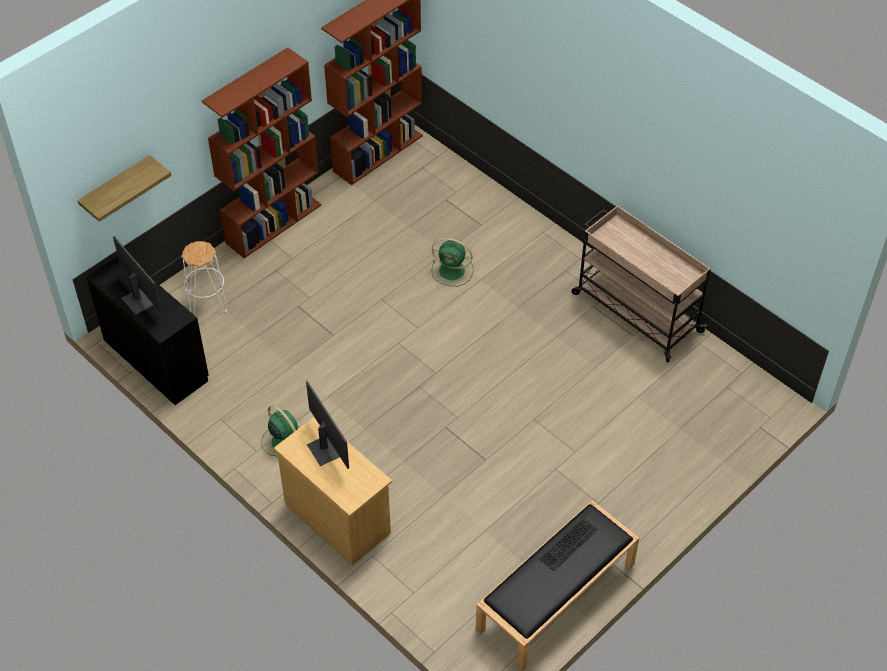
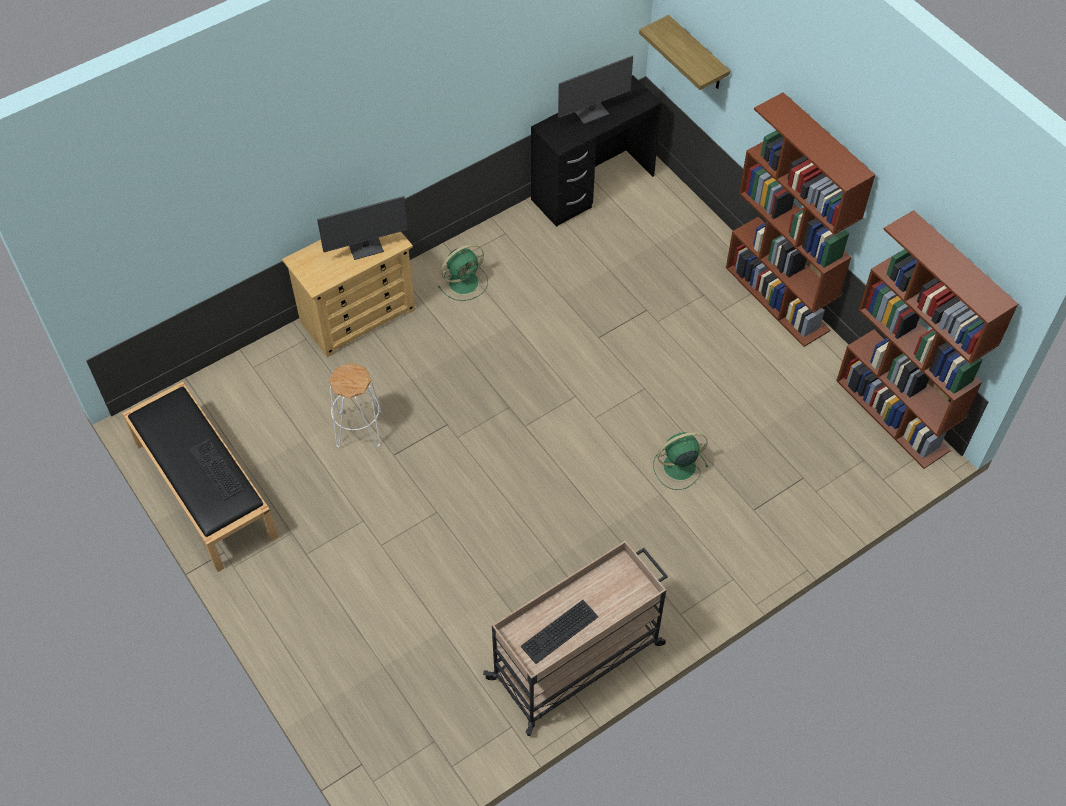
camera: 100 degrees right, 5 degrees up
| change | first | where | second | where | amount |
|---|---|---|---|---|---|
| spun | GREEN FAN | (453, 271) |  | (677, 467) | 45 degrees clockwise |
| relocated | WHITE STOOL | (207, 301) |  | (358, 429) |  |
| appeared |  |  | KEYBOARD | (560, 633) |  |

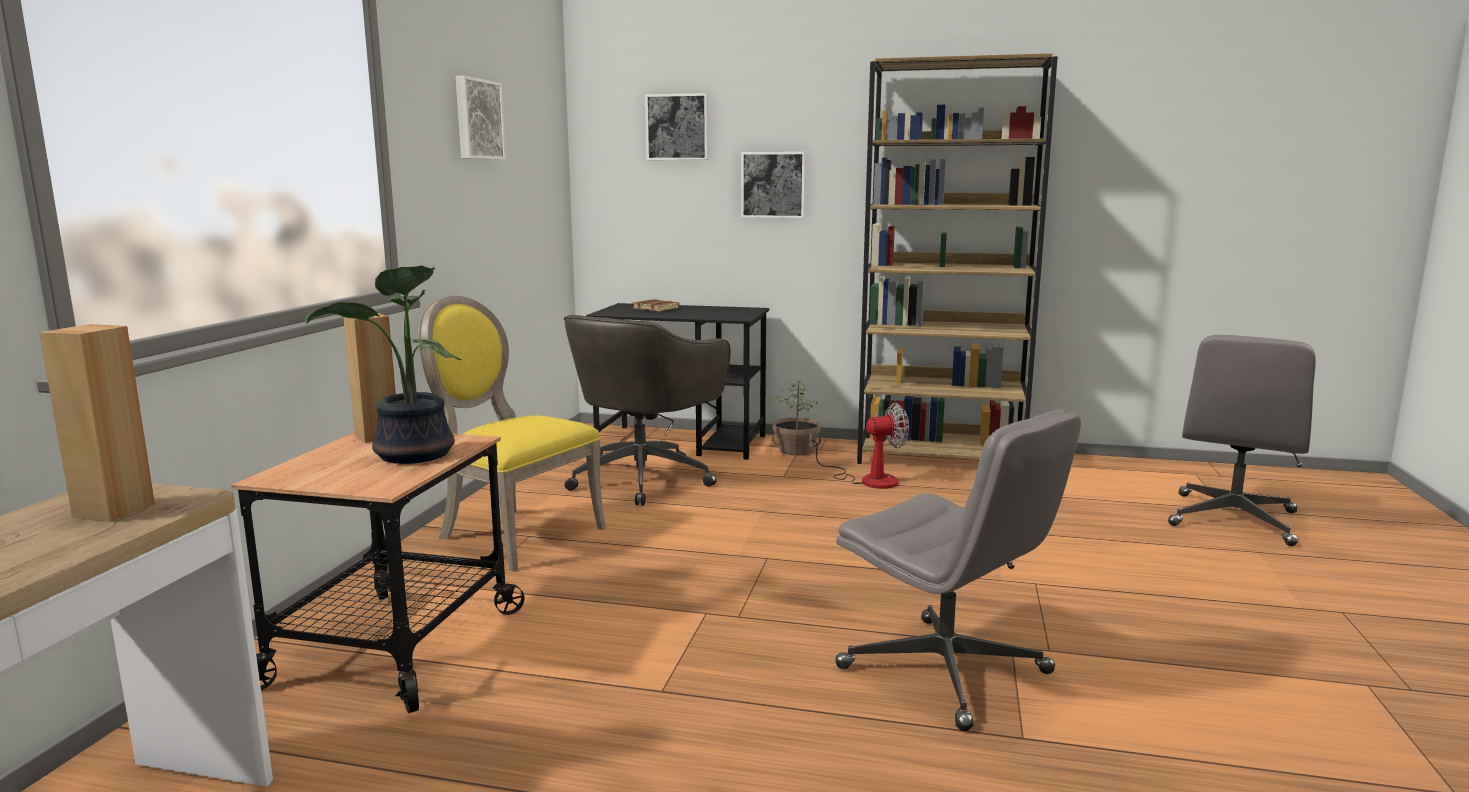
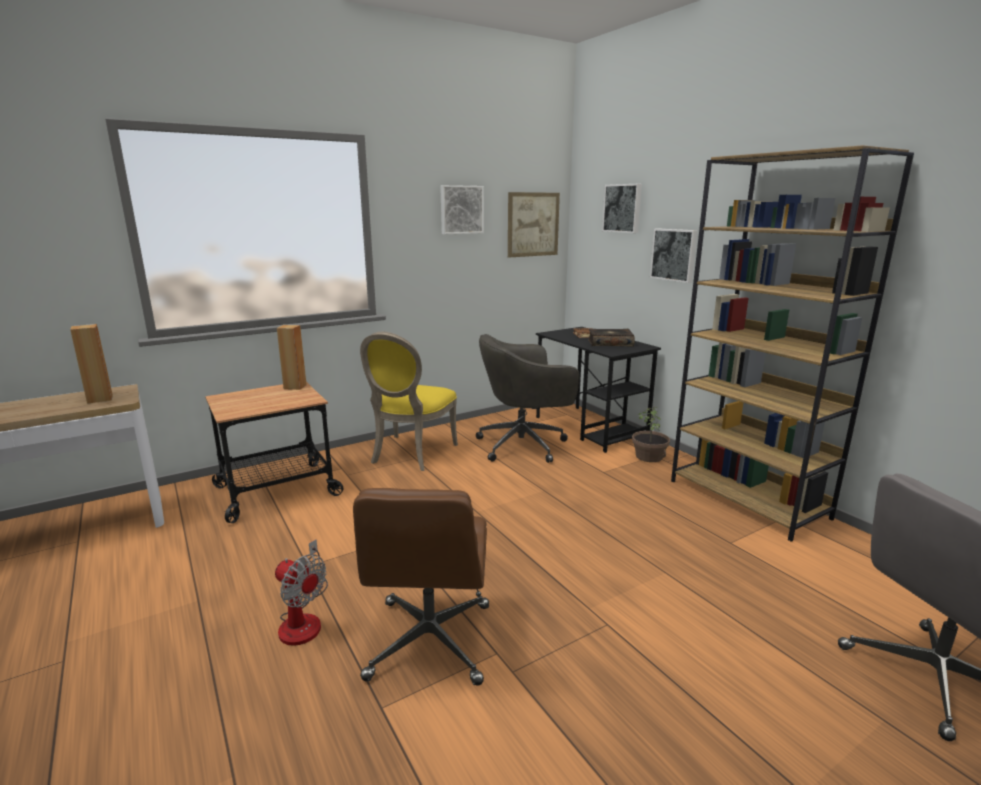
camera: 45 degrees right, 5 degrees up
| change | first | where | second | where | amount |
|---|---|---|---|---|---|
| missing | POTTED PLANT | (412, 456) |  |  |  |
| spun | YELLOW CHAIR | (513, 534) |  | (410, 454) | 150 degrees counterclockwise |
| relocated | FAN | (867, 479) |  | (303, 619) |  |
| colour | GREY OFFICE CHAIR | (947, 671) | BROWN OFFICE CHAIR | (430, 642) |  |
| appeared |  |  | PICTURE | (533, 224) |  |
| appeared |  |  | BOOK | (610, 343) |  |

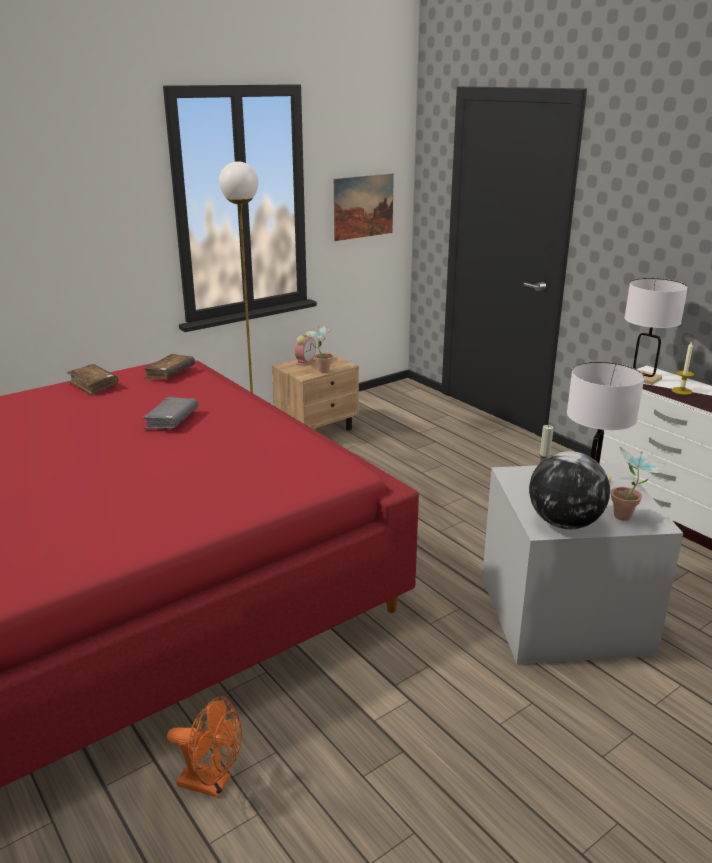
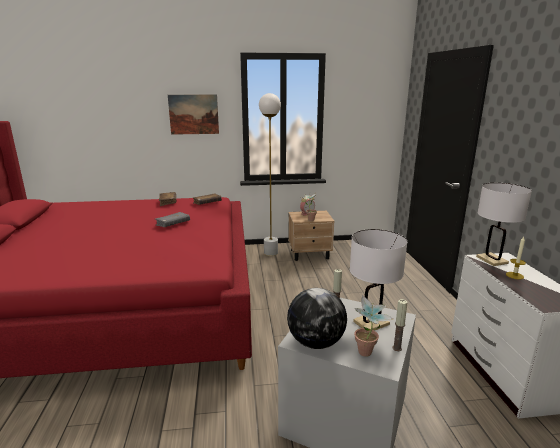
camera: 30 degrees right, 5 degrees down
| change | first | where | second | where | amount |
|---|---|---|---|---|---|
| relocated | PICTURE | (363, 206) |  | (193, 114) |  |
| missing | ORANGE FAN | (212, 783) |  |  |  |
| appeared |  |  | CANDLE | (397, 348) |  |

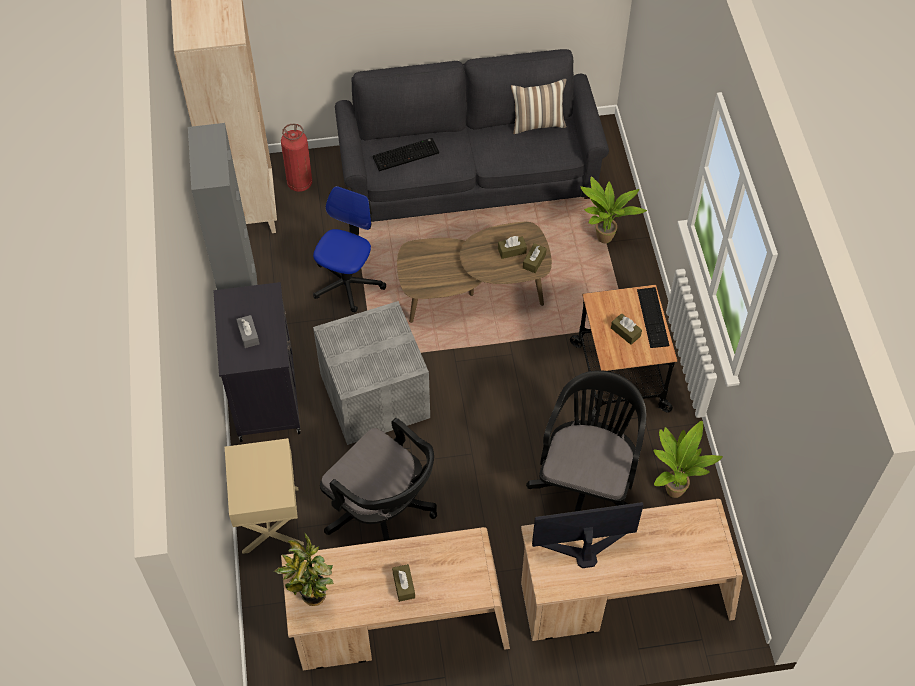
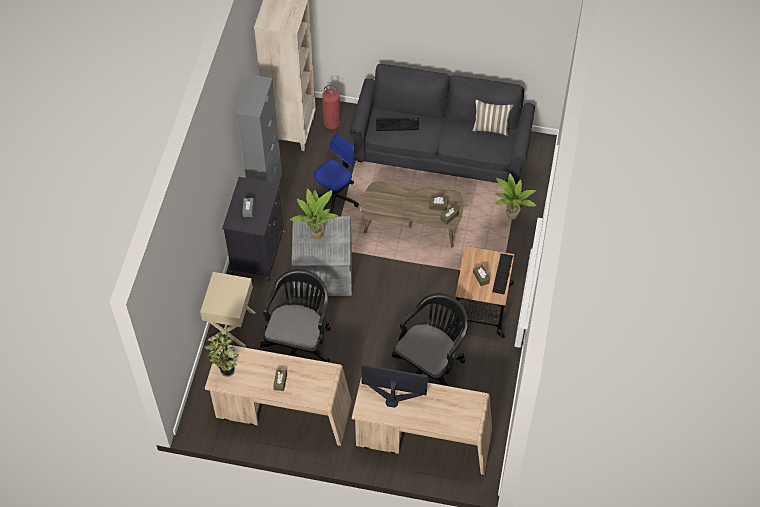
camera: 20 degrees right, 0 degrees up
| change | first | where | second | where | amount |
|---|---|---|---|---|---|
| spun | BLACK OFFICE CHAIR | (383, 513) |  | (299, 343) | 135 degrees counterclockwise |
| relocated | POTTED PLANT | (672, 489) |  | (316, 234) |  |

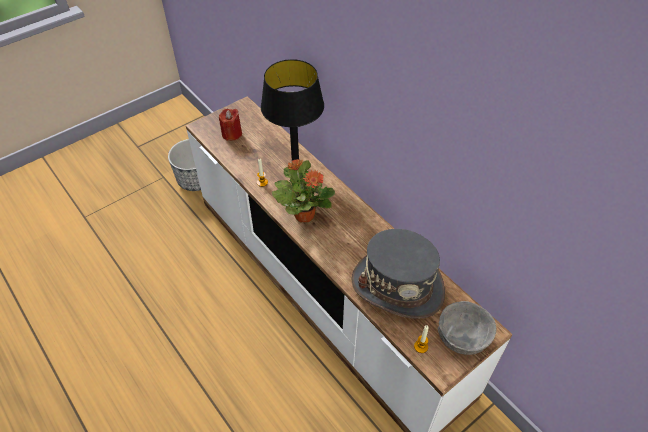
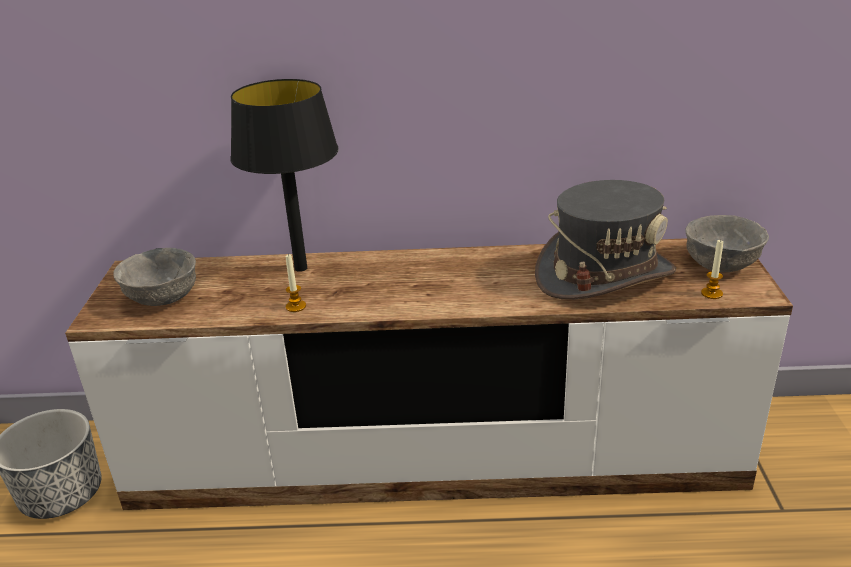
camera: 50 degrees left, 20 degrees down
| change | first | where | second | where | amount |
|---|---|---|---|---|---|
| exchanged | RED CANDLE | (232, 134) | GREY BOWL | (162, 298) |  |
| missing | POTTED PLANT | (304, 214) |  |  |  |

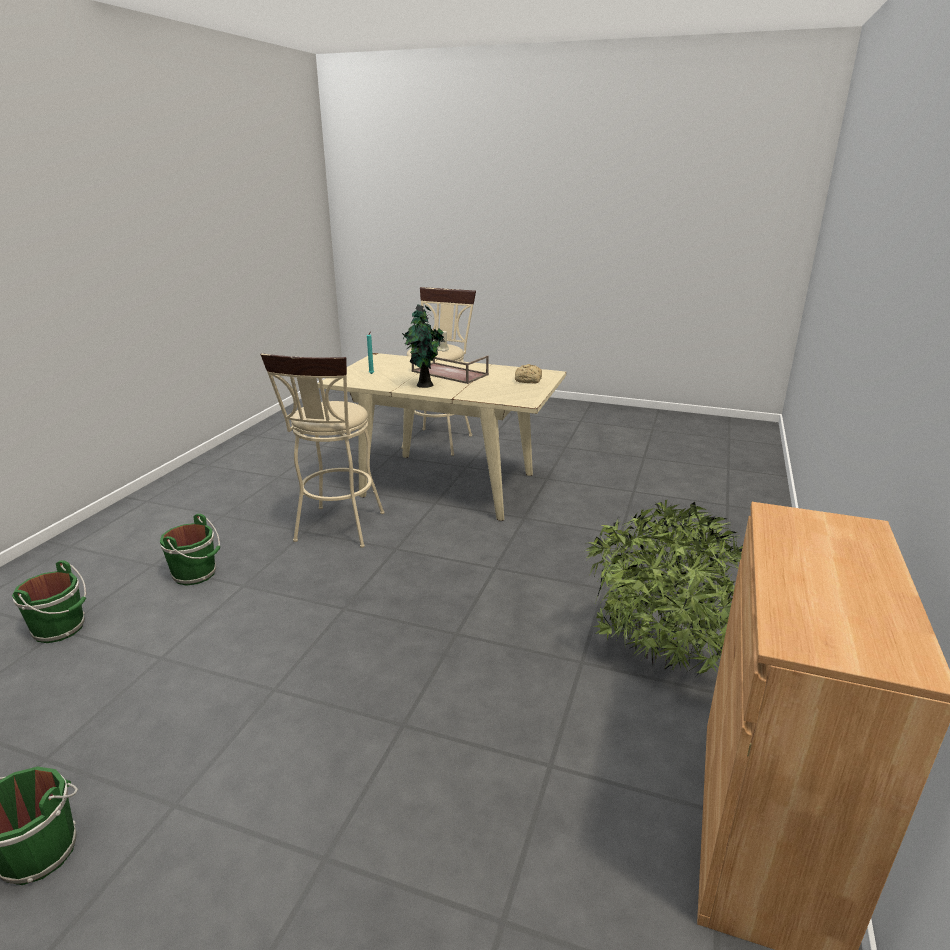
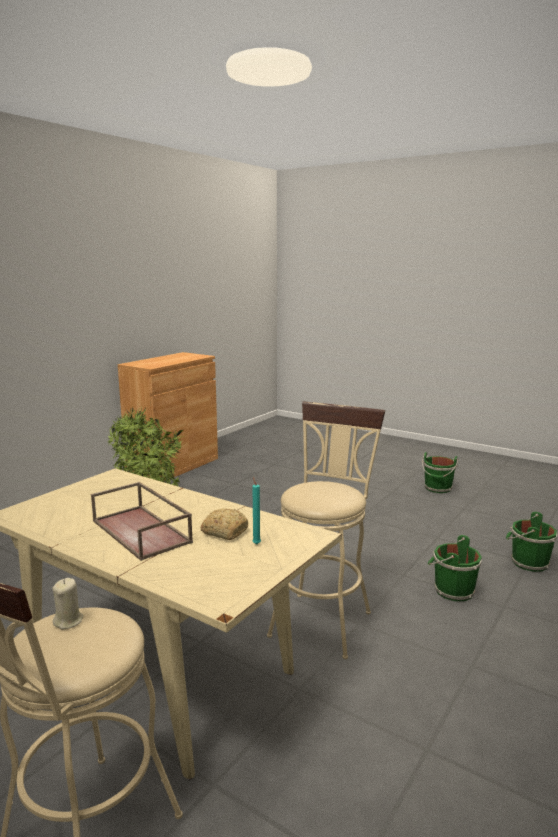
camera: 165 degrees left, 10 degrees down
| change | first | where | second | where | amount |
|---|---|---|---|---|---|
| missing | POTTED PLANT | (425, 385) |  |  |  |
| relocated | BREAD | (529, 380) |  | (224, 532) |  |

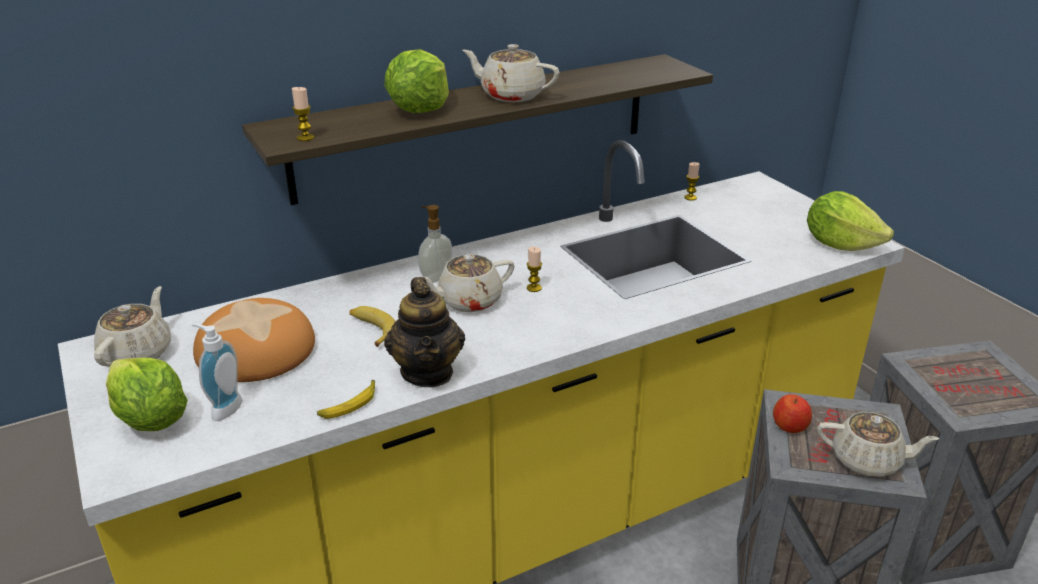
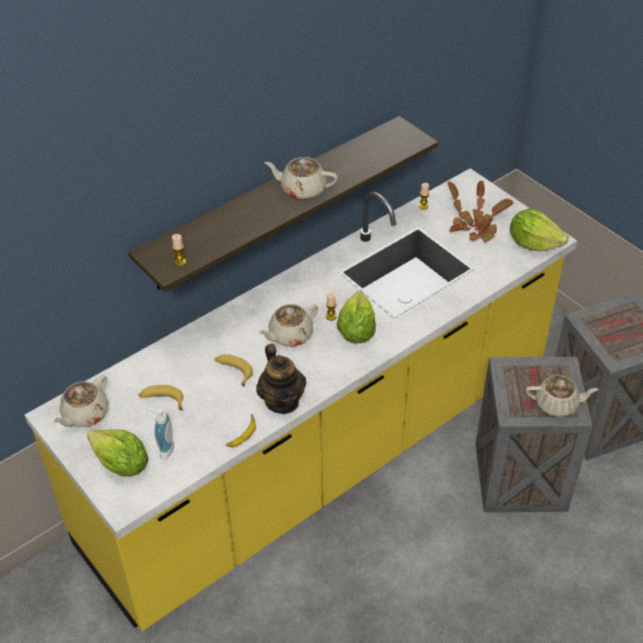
camera: 10 degrees left, 15 degrees up
| change | first | where | second | where | amount |
|---|---|---|---|---|---|
| relocated | LETTUCE | (420, 109) |  | (356, 331) |  |
| missing | SOAP DISPENSER | (435, 277) |  |  |  |
| spun | BEIGE TEAPOT | (138, 353) |  | (85, 414) | 150 degrees counterclockwise |
| exchanged | BREAD | (254, 350) | BANANA | (162, 400) |  |
| missing | APPLE | (790, 426) |  |  |  |
| appeared |  |  | POTTED PLANT | (475, 225) |  |

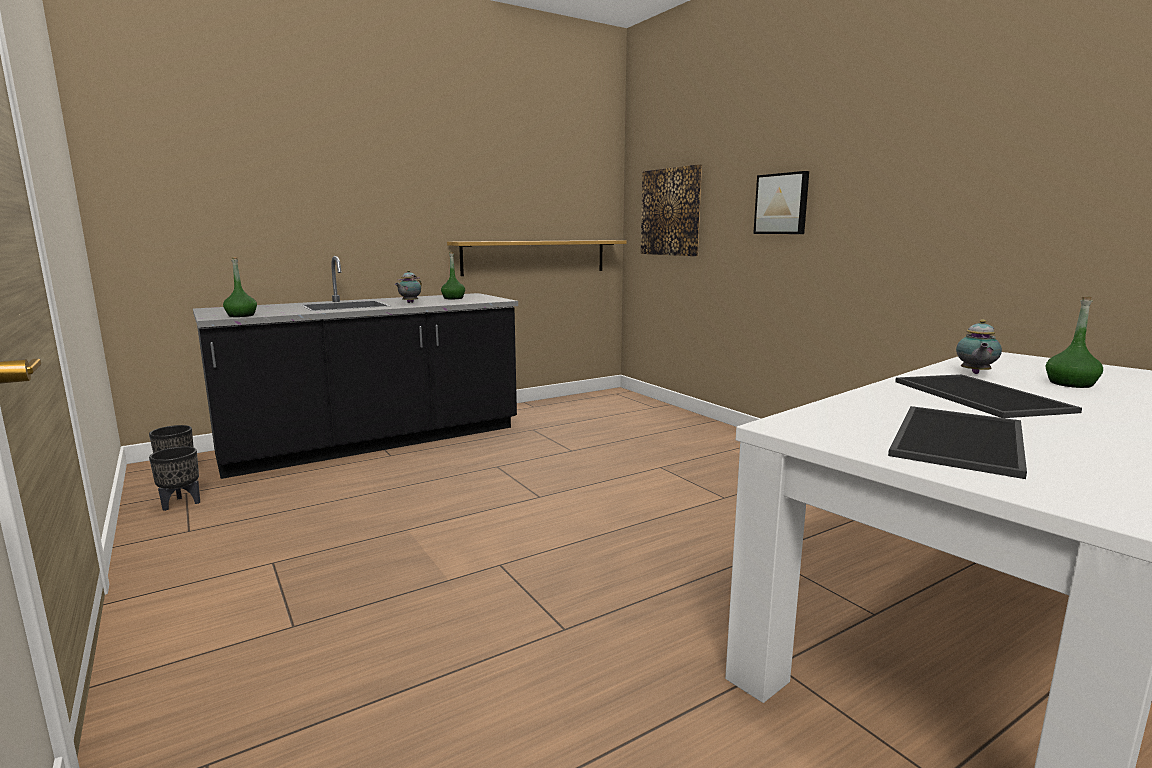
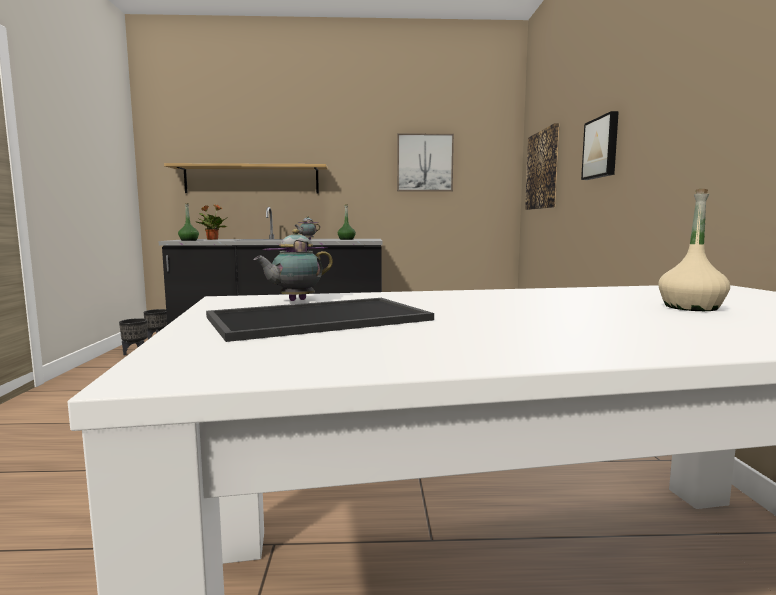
camera: 30 degrees right, 5 degrees down
| change | first | where | second | where | amount |
|---|---|---|---|---|---|
| relocated | SHELF | (535, 257) |  | (251, 179) |  |
| colour | GREEN BOTTLE | (1070, 384) | BEIGE BOTTLE | (690, 307) |  |
| relocated | TEAPOT | (974, 373) |  | (294, 300) |  |
| missing | TRAY | (982, 396) |  |  |  |
| appeared |  |  | PICTURE | (425, 163) |  |
| appeared |  |  | POTTED PLANT | (212, 239) |  |

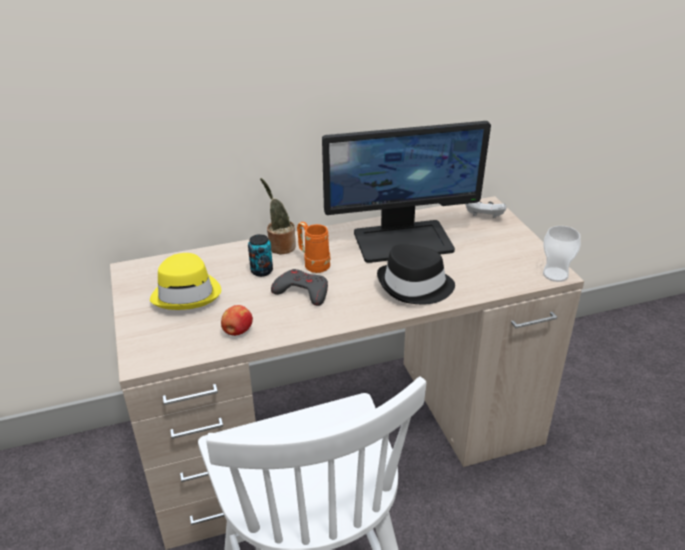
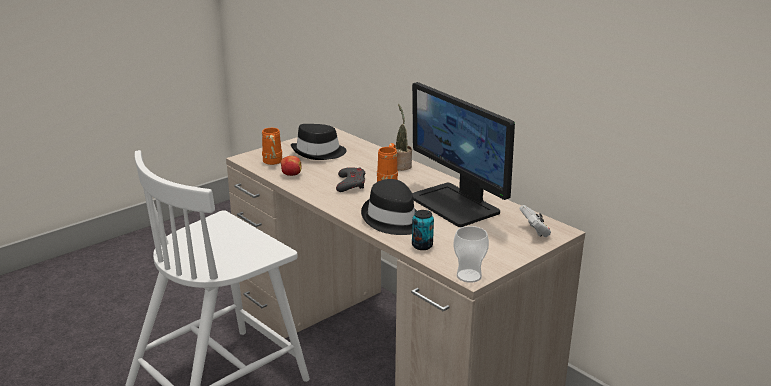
camera: 65 degrees right, 10 degrees down
| change | first | where | second | where | amount |
|---|---|---|---|---|---|
| relocated | CAN | (261, 271) |  | (422, 246) |  |
| colour | YELLOW HAT | (187, 293) | BLACK HAT | (319, 153) |  |
| appeared |  |  | ORANGE MUG | (272, 162) |  |

